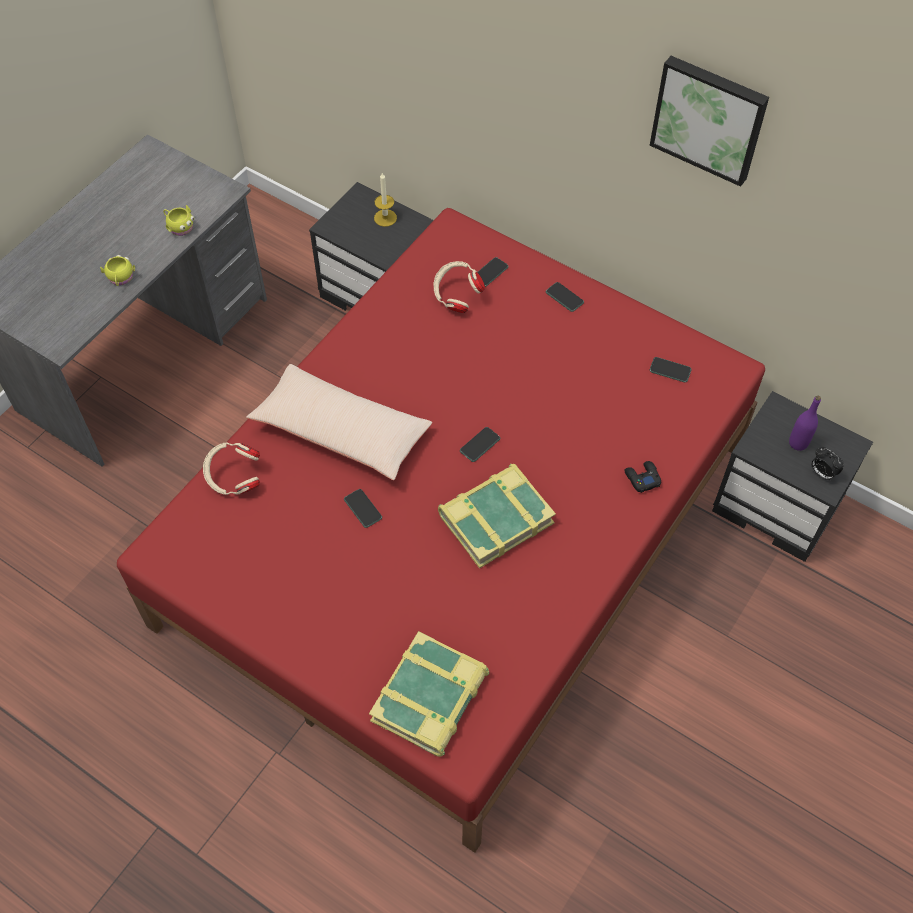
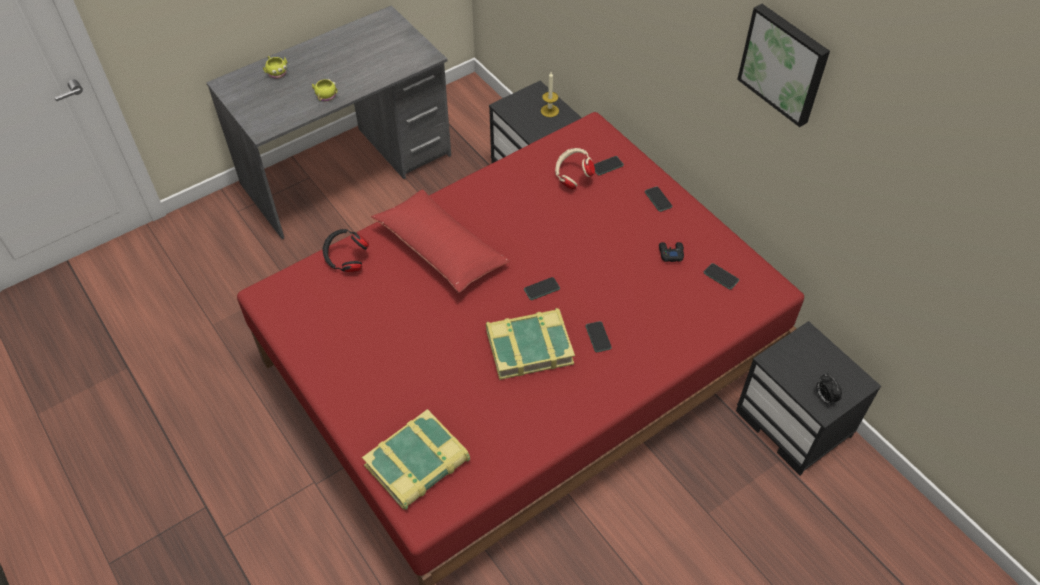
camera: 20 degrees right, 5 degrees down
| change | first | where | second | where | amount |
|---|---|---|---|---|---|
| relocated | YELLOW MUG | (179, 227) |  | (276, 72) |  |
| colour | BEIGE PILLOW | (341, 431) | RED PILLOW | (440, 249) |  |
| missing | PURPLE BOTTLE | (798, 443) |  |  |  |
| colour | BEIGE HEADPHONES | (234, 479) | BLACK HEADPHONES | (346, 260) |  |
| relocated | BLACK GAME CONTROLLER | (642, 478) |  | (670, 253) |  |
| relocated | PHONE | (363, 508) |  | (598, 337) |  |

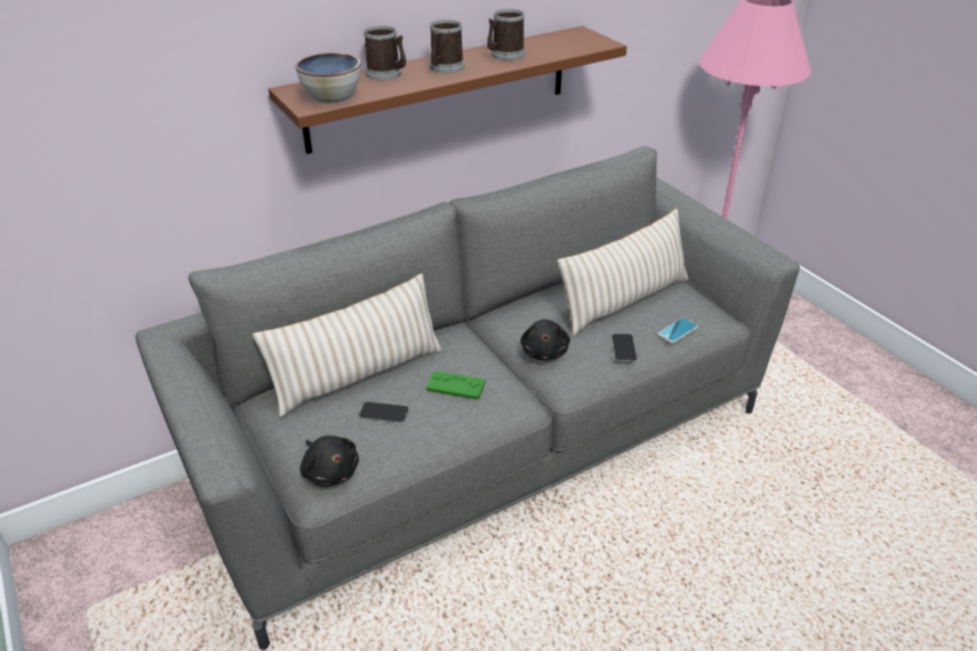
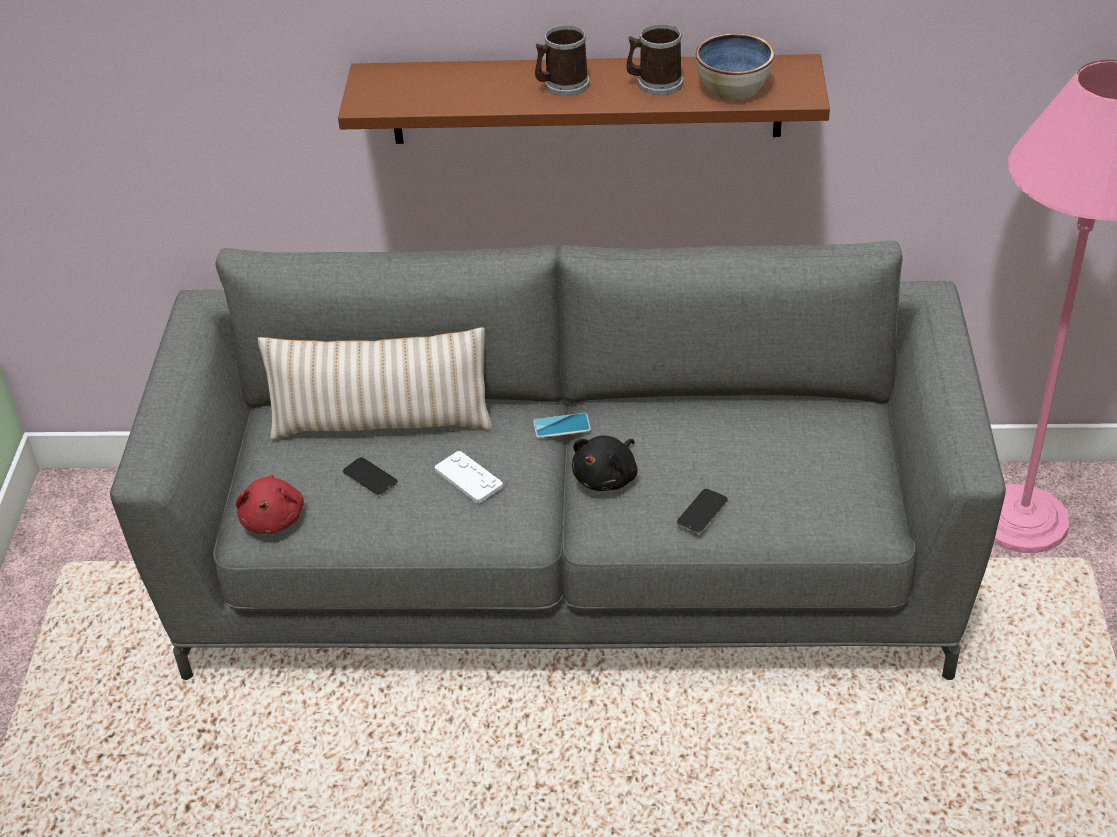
camera: 35 degrees right, 5 degrees up
| change | first | where | second | where | amount |
|---|---|---|---|---|---|
| missing | MUG | (387, 74) |  |  |  |
| relocated | BOWL | (332, 95) |  | (734, 88) |  |
| missing | BEIGE PILLOW | (624, 300) |  |  |  |
| relocated | PHONE | (677, 330) |  | (562, 426) |  |
| colour | GREEN GAME CONTROLLER | (455, 386) | WHITE GAME CONTROLLER | (468, 478) |  |
| colour | BLACK PLUSH TOY | (330, 471) | RED PLUSH TOY | (273, 518) |  |

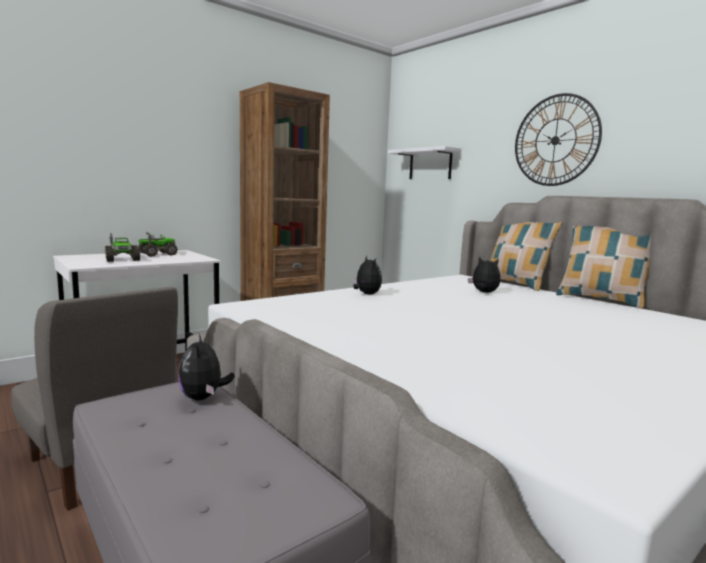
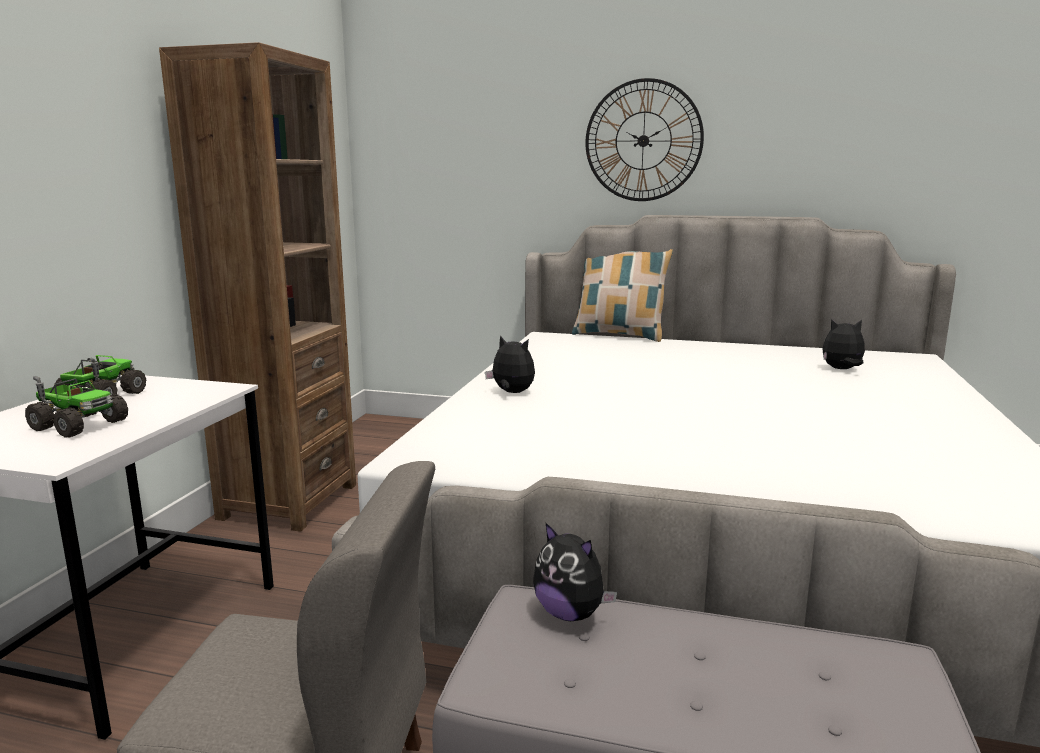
camera: 35 degrees left, 5 degrees up
| change | first | where | second | where | amount |
|---|---|---|---|---|---|
| missing | WHITE SHELF | (430, 164) |  |  |  |
| missing | PILLOW | (600, 300) |  |  |  |
| relocated | PLUSH TOY | (484, 292) |  | (841, 369) |  |

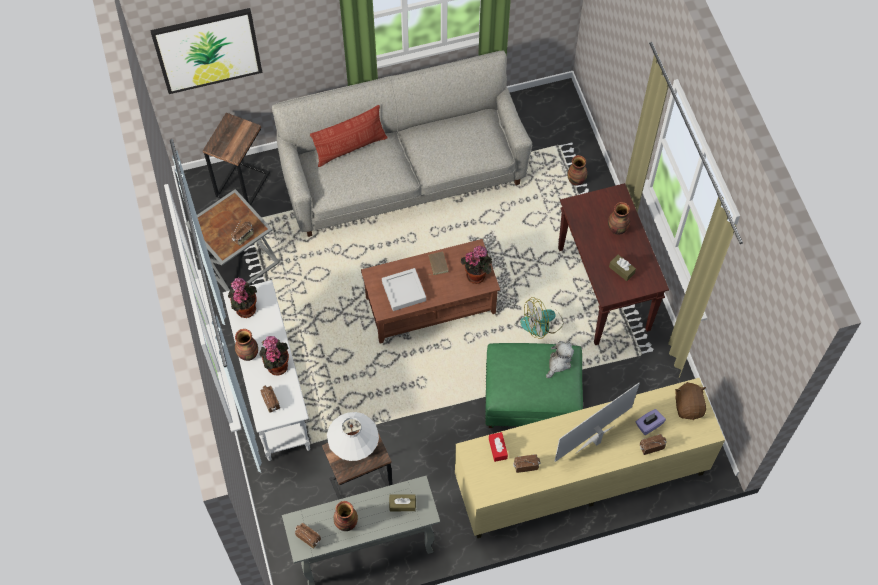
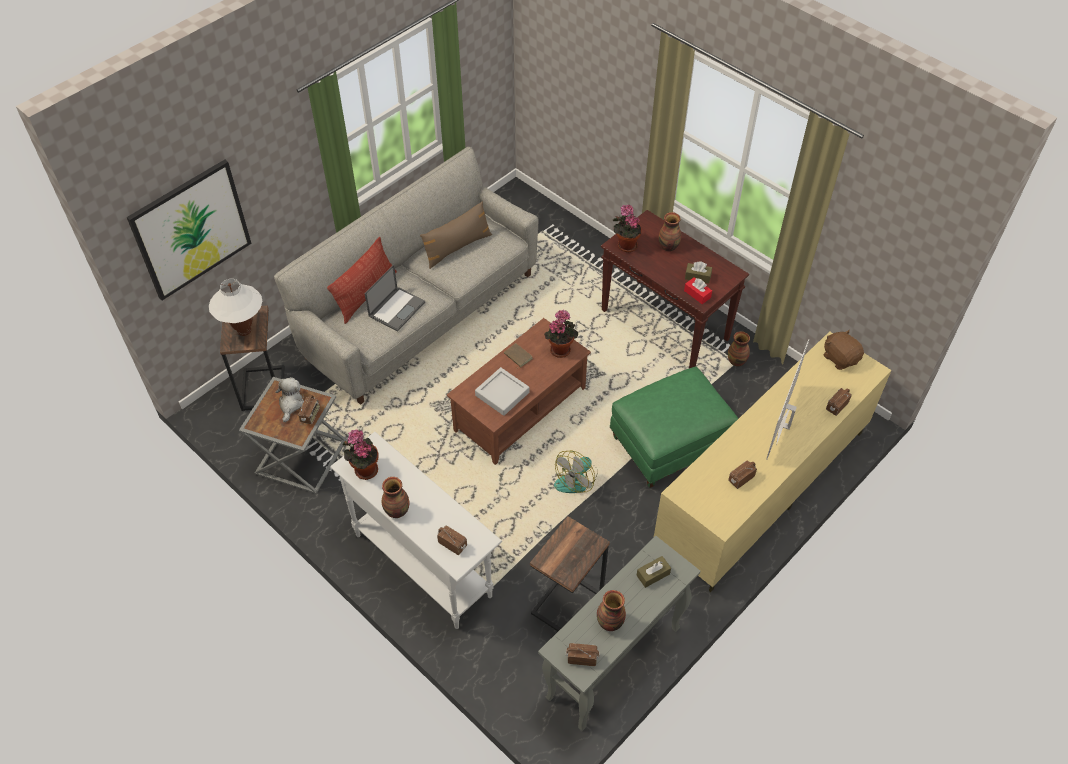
camera: 30 degrees left, 10 degrees down
| change | first | where | second | where | amount |
|---|---|---|---|---|---|
| relocated | VASE | (576, 180) |  | (737, 361) |  |
| relocated | FAN | (542, 324) |  | (577, 479) |  |
| relocated | POTTED PLANT | (276, 365) |  | (625, 245) |  |
| relocated | PLUSH TOY | (559, 362) |  | (291, 404) |  |
| missing | PURPLE TISSUE BOX | (648, 425) |  |  |  |
| relocated | WHITE TABLE LAMP | (355, 451) |  | (244, 331) |  |
| relocated | RED TISSUE BOX | (497, 449) |  | (697, 294) |  |
| appeared |  |  | BROWN PILLOW | (457, 247) |  |
| appeared |  |  | LAPTOP | (397, 308) |  |

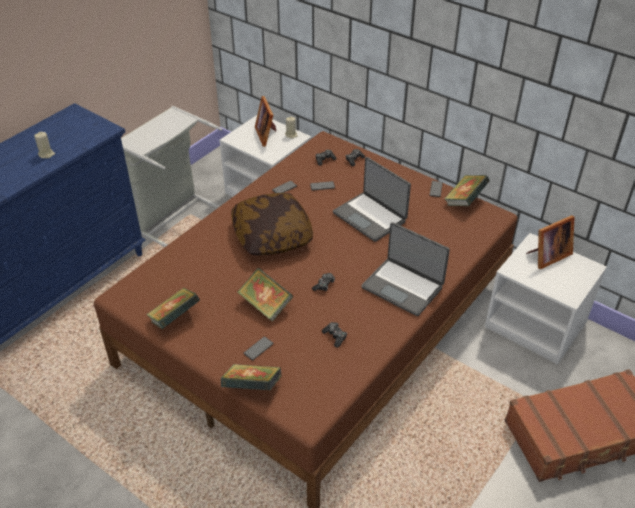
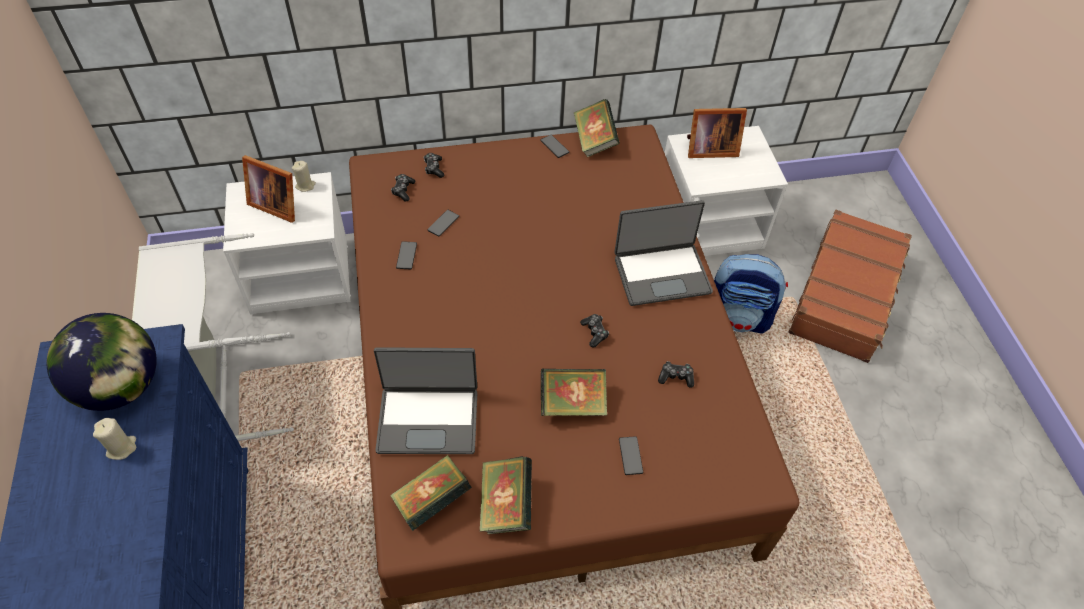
camera: 50 degrees left, 10 degrees up
| change | first | where | second | where | amount |
|---|---|---|---|---|---|
| relocated | LAPTOP | (370, 217) |  | (428, 419) |  |
| missing | PILLOW | (272, 235) |  |  |  |
| spun | PICTURE FRAME | (547, 256) |  | (709, 149) | 75 degrees clockwise |
| relocated | BOOK | (252, 387) |  | (432, 501) |  |
| appeared |  |  | BACKPACK | (738, 317) |  |
| appeared |  |  | GLOBE | (121, 387) |  |

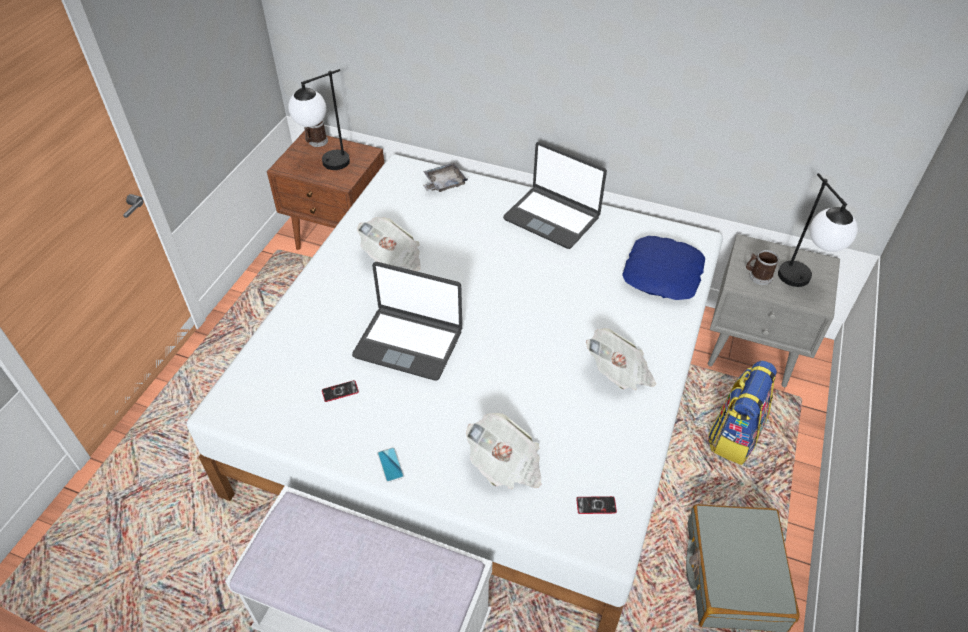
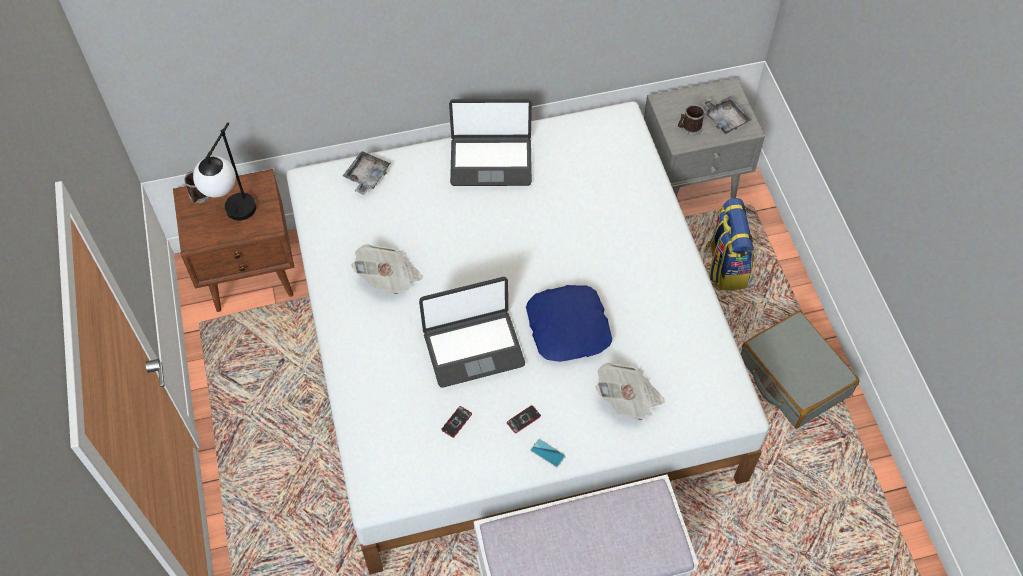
camera: 35 degrees left, 10 degrees up
| change | first | where | second | where | amount |
|---|---|---|---|---|---|
| exchanged | TABLE LAMP | (801, 284) | GREY TRAY | (724, 119) |  |
| relocated | BLUE PILLOW | (663, 275) |  | (568, 328) |  |
| missing | NEWSPAPER | (619, 373) |  |  |  |
| relocated | PHONE | (596, 505) |  | (523, 419) |  |

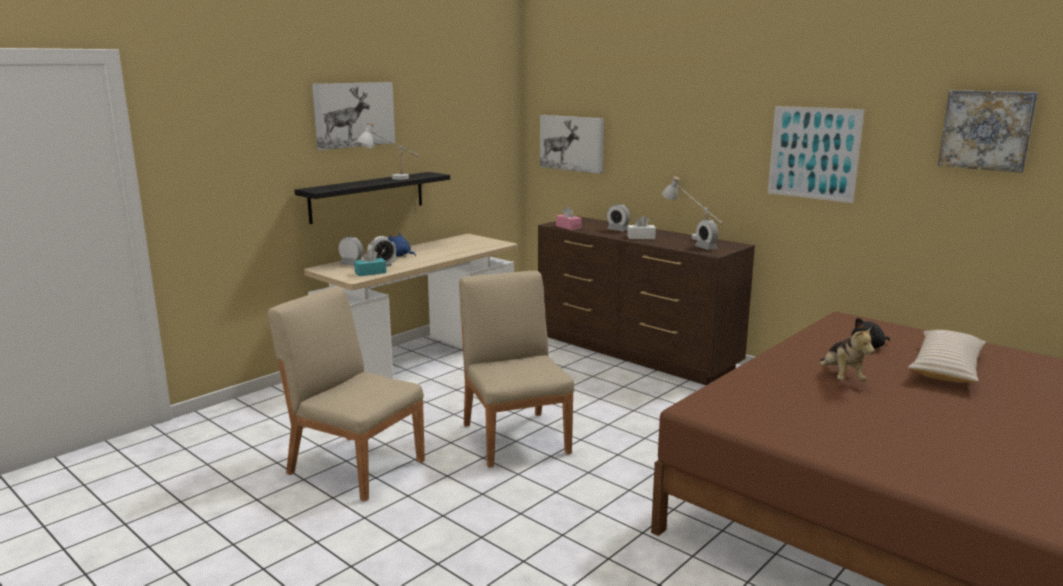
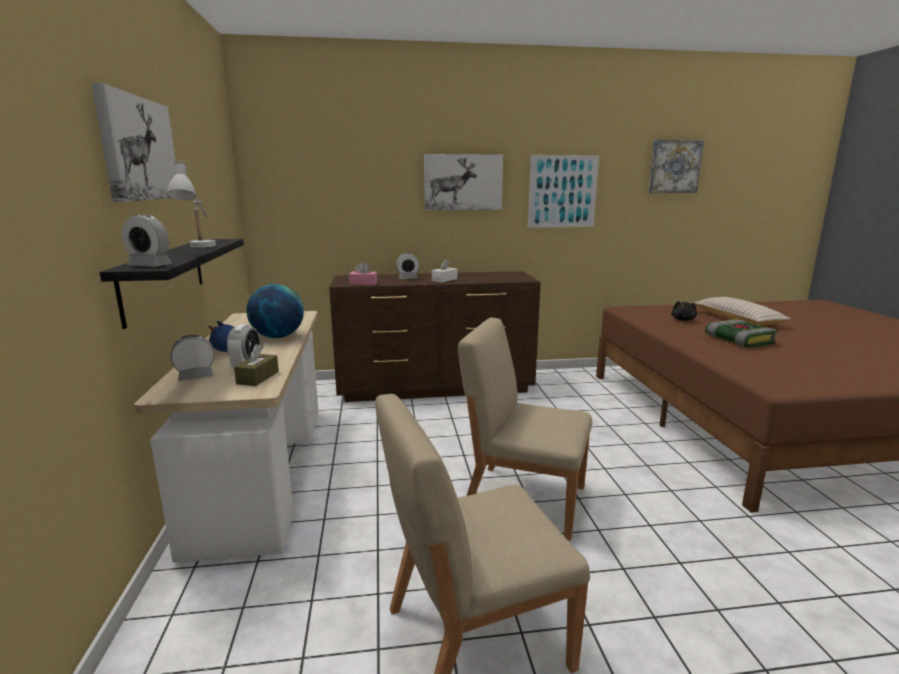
camera: 50 degrees left, 0 degrees up
| change | first | where | second | where | amount |
|---|---|---|---|---|---|
| relocated | PICTURE | (572, 143) |  | (463, 182) |  |
| missing | WHITE TABLE LAMP | (690, 236) |  |  |  |
| relocated | ALARM CLOCK | (706, 248) |  | (150, 266) |  |
| colour | TURQUOISE TISSUE BOX | (370, 273) | BROWN TISSUE BOX | (258, 377) |  |
| exchanged | PLUSH TOY | (841, 378) | BOOK | (737, 340) |  |
| appeared |  |  | GLOBE | (277, 337) |  |

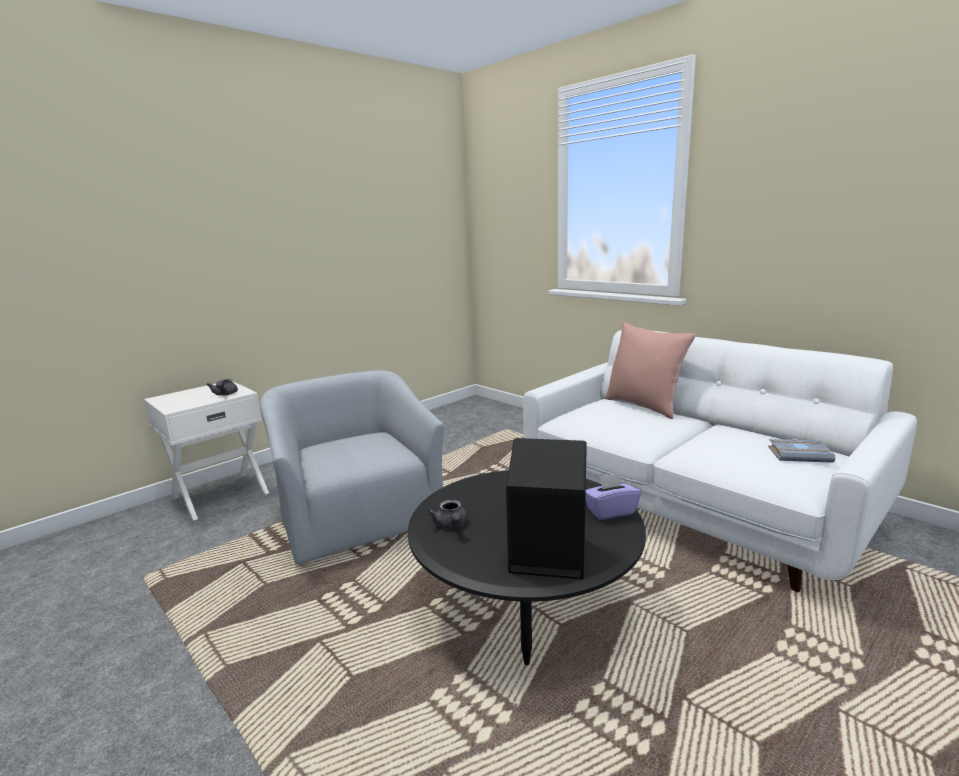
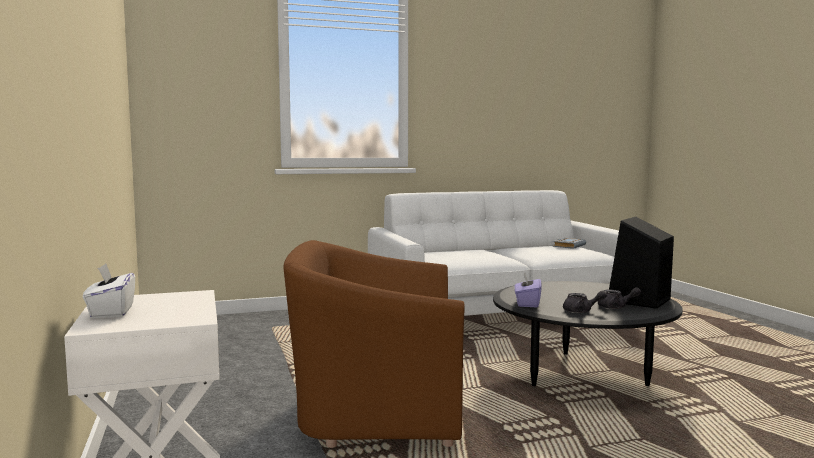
camera: 65 degrees left, 10 degrees down
| change | first | where | second | where | amount |
|---|---|---|---|---|---|
| missing | PINK PILLOW | (644, 406) |  |  |  |
| colour | GREY ARMCHAIR | (358, 519) | BROWN ARMCHAIR | (376, 411) |  |
| relocated | GREY TEAPOT | (224, 394) |  | (616, 307) |  |
| relocated | PURPLE TISSUE BOX | (610, 511) |  | (527, 303) |  |
| appeared |  |  | WHITE TISSUE BOX | (111, 312) |  |

